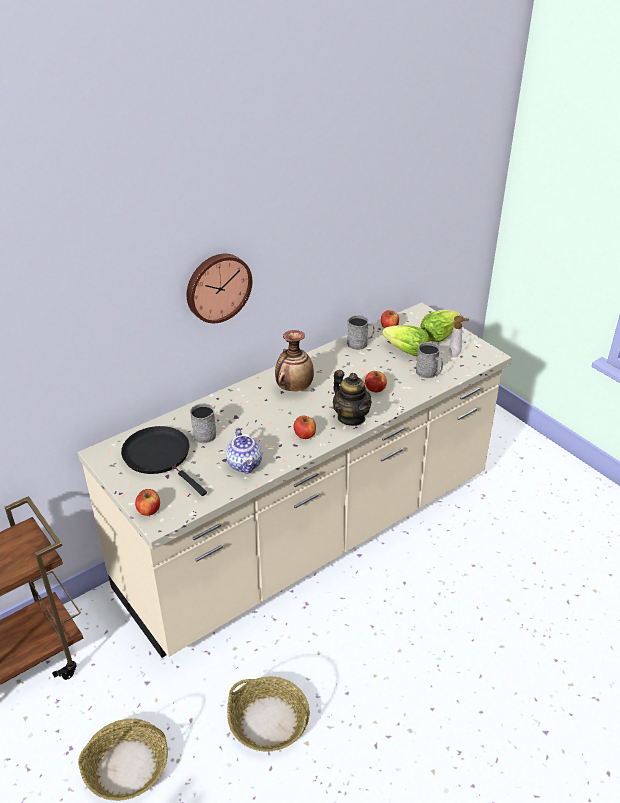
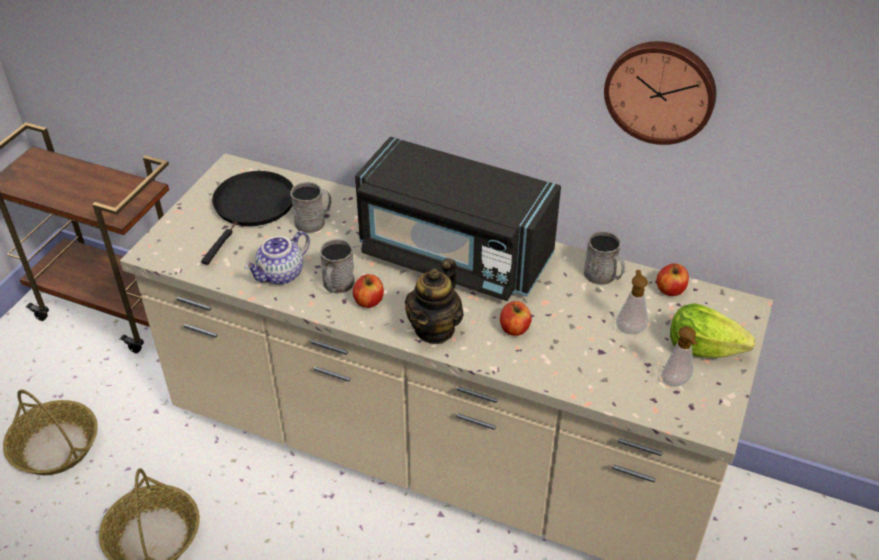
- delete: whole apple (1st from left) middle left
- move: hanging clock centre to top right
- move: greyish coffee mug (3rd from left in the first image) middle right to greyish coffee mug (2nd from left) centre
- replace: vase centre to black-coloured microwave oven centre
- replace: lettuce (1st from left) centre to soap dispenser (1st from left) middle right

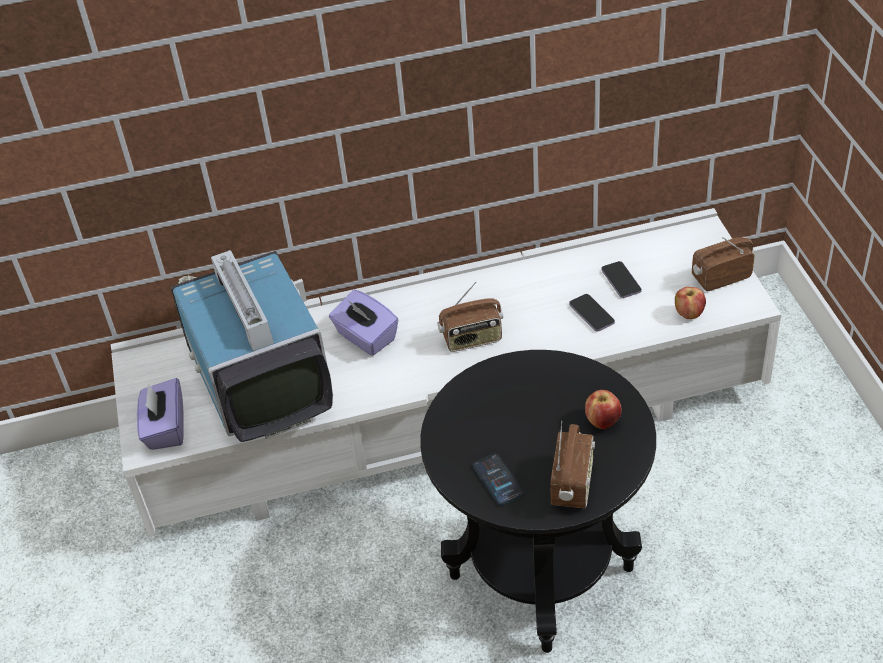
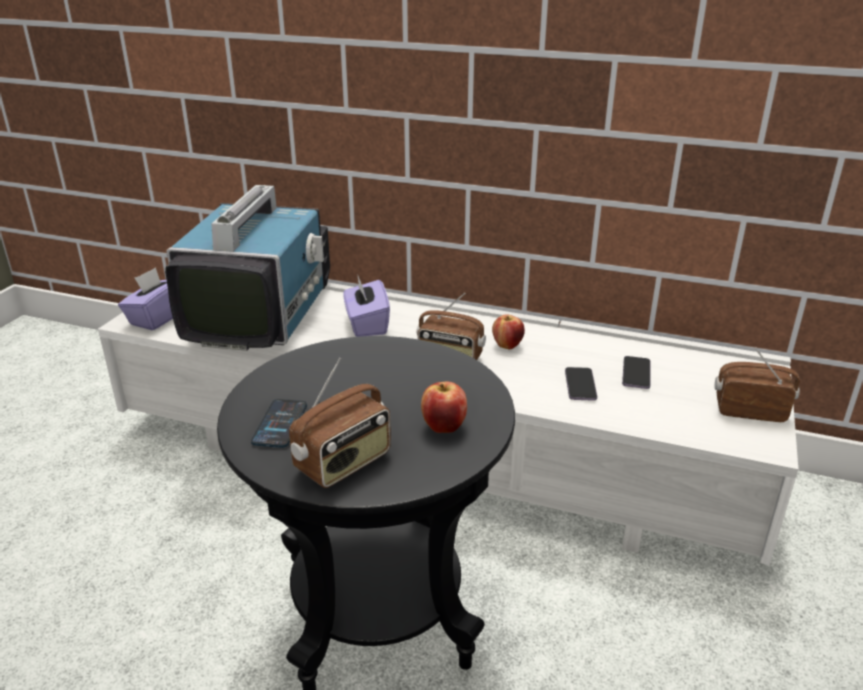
- move: whole apple (2nd from left) middle right to centre

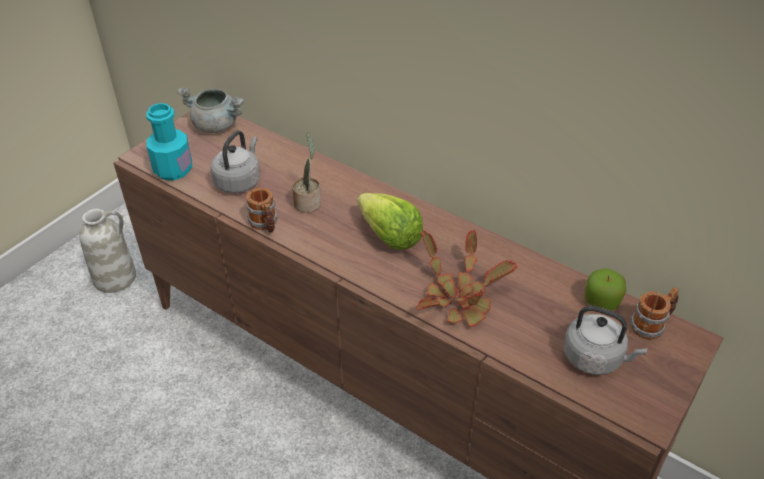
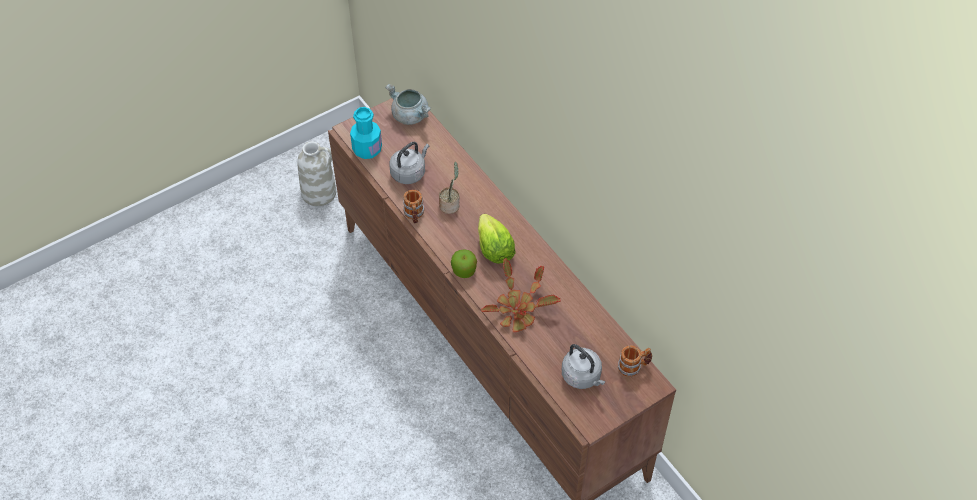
- move: whole apple middle right to centre

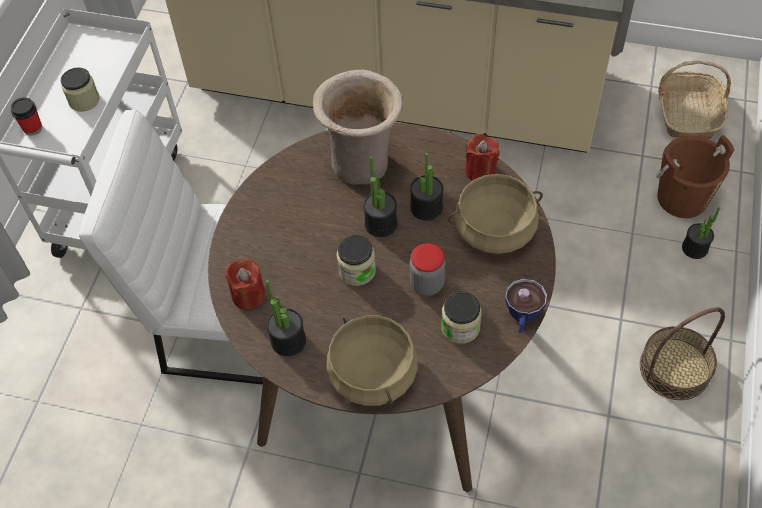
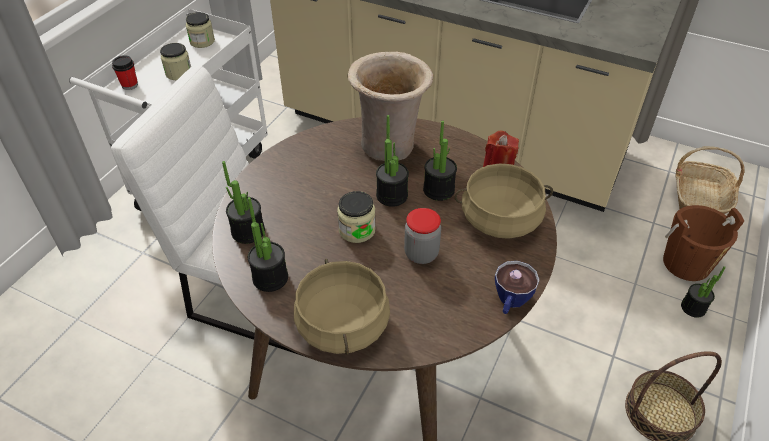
- move: preserve jar (4th from left in the first image) centre to preserve jar (2nd from left) top left
- replace: red-coloured candle (1st from left) middle left to plant in a pot (1st from left) middle left

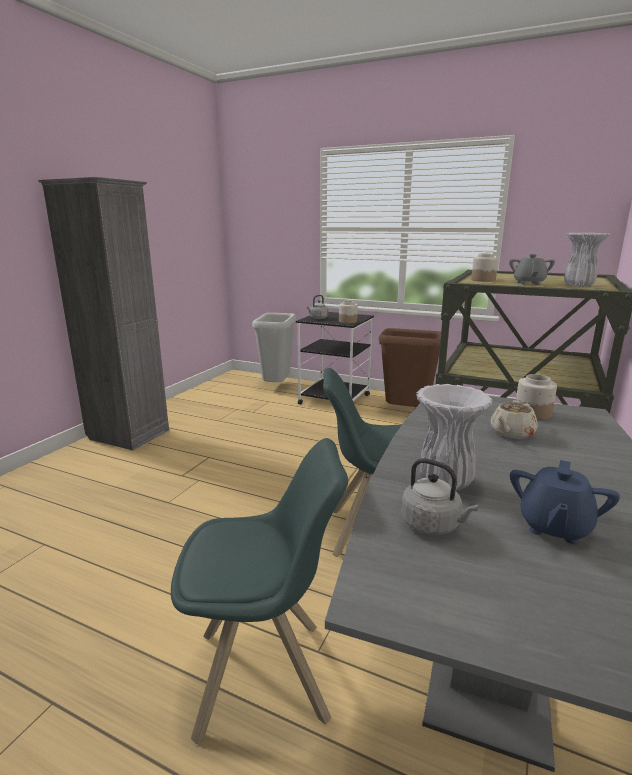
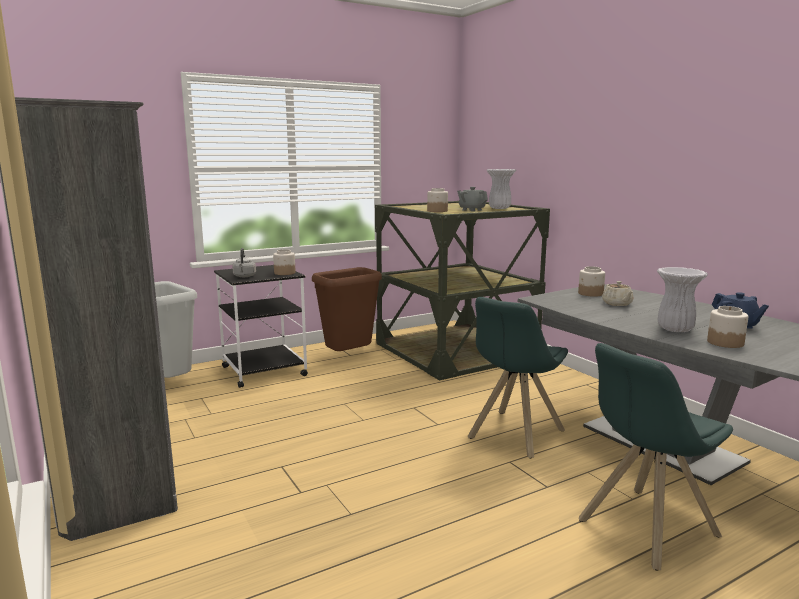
- replace: greyish tea kettle (2nd from left) middle right to preserve jar (4th from left) middle right
- rotate: blue-green chair (1st from left in the first image) bottom centre = bottom right 150 degrees counterclockwise

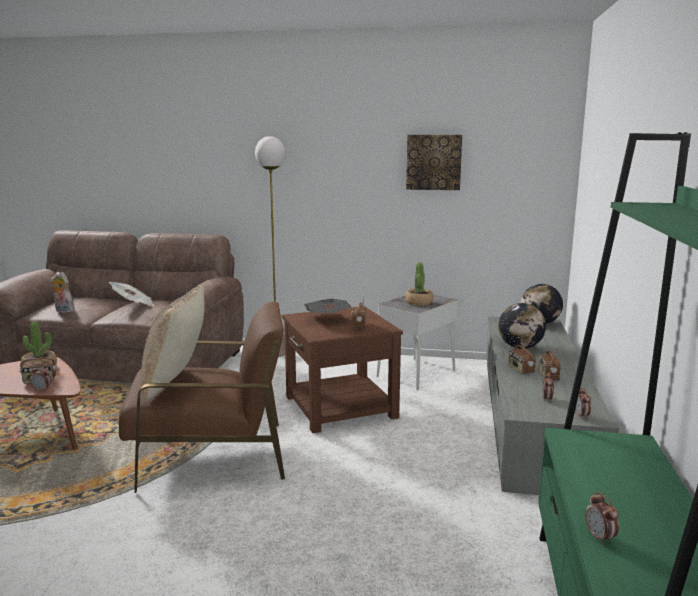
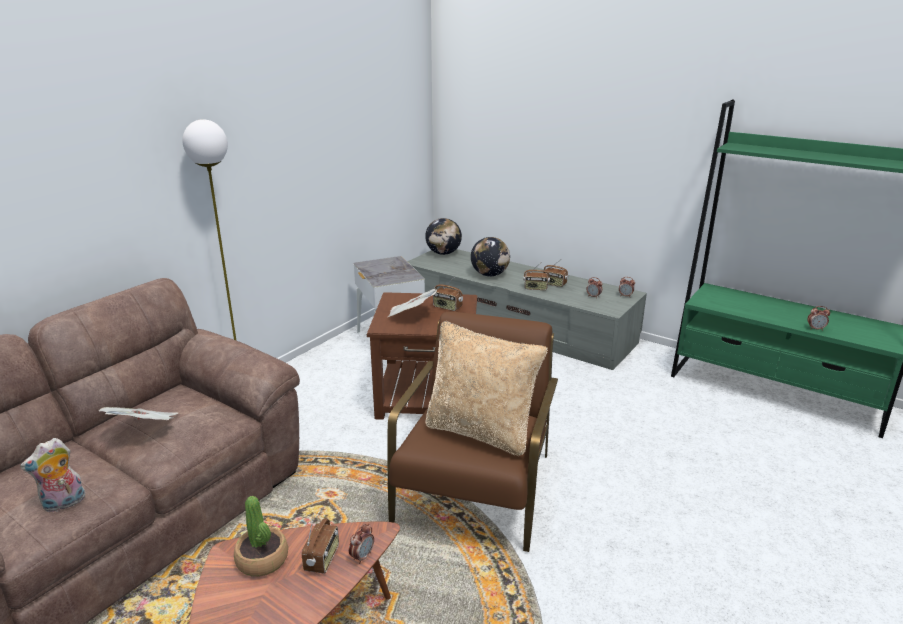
- delete: plant in a pot (2nd from left) centre
- delete: wall picture top centre

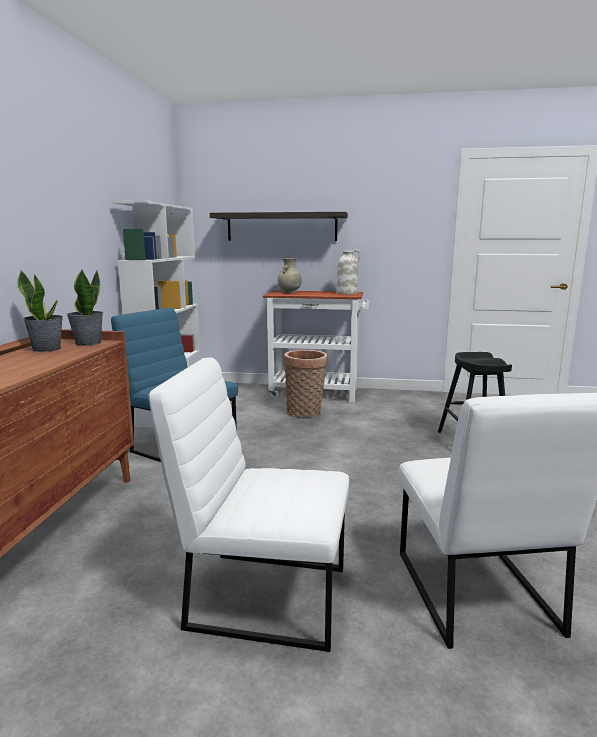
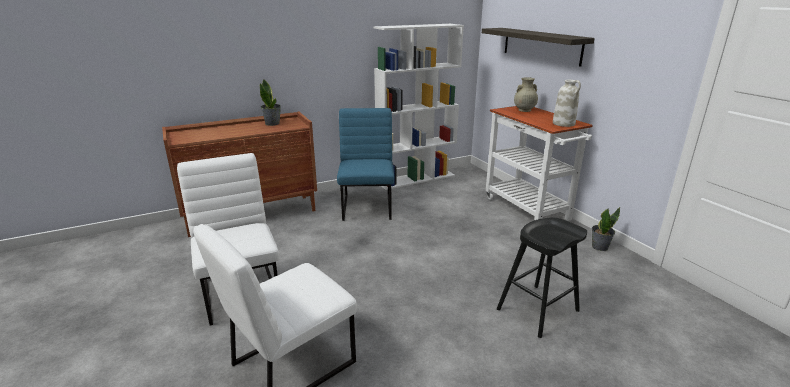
- delete: storage basket centre
- move: plant in a pot (2nd from left) middle left to middle right

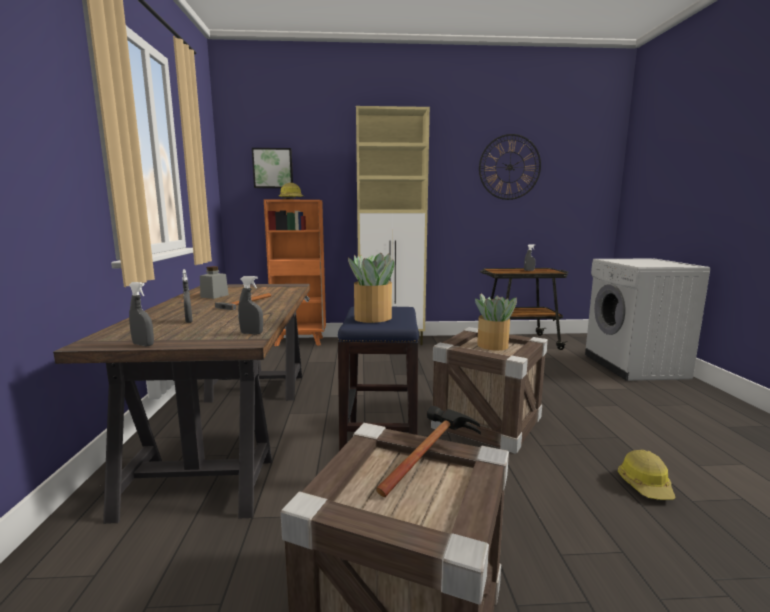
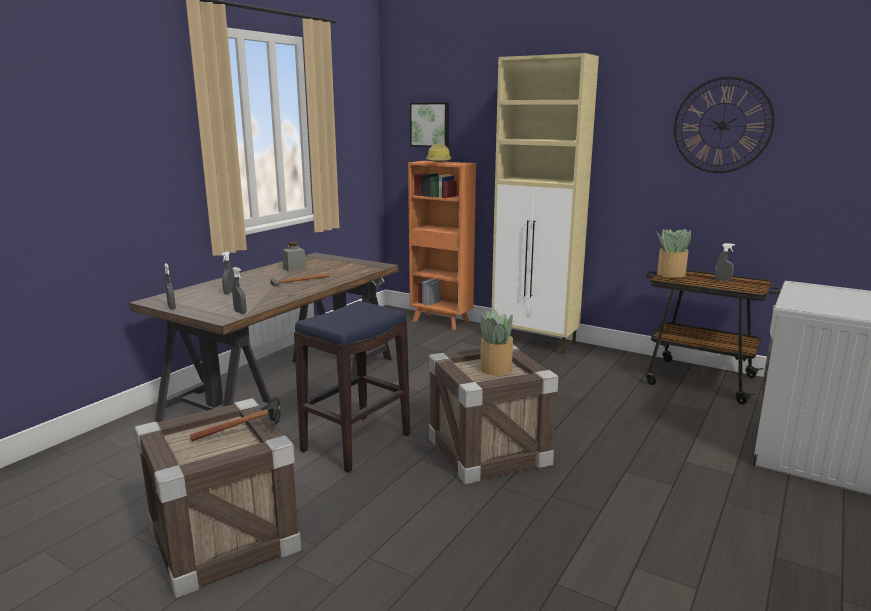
- delete: work helmet (2nd from left) bottom right
- move: plant in a pot (1st from left in the first image) centre to plant in a pot (2nd from left) middle right

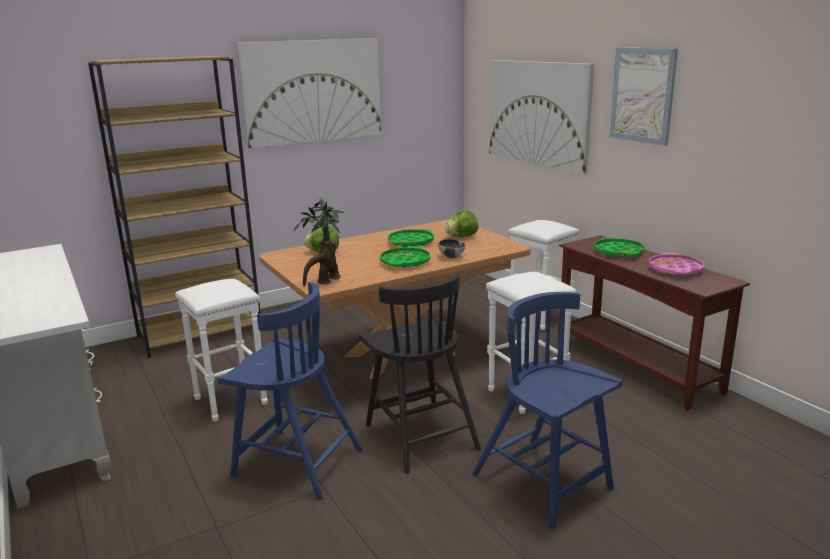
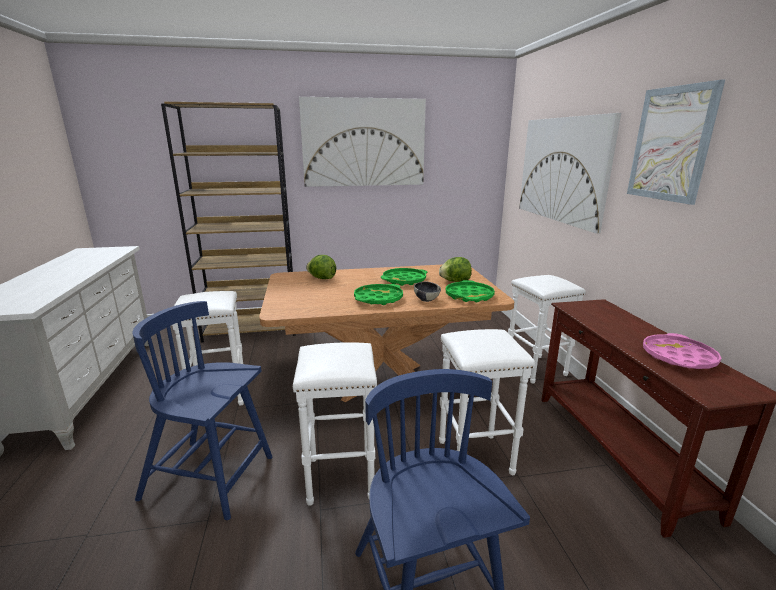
- delete: plant in a pot centre
- move: greenish tray (3rd from left) middle right to centre
- replace: black-coloured chair centre to whitish stool (2nd from left) bottom centre
- rotate: bluish chair (1st from left) bottom centre = bottom left 150 degrees clockwise

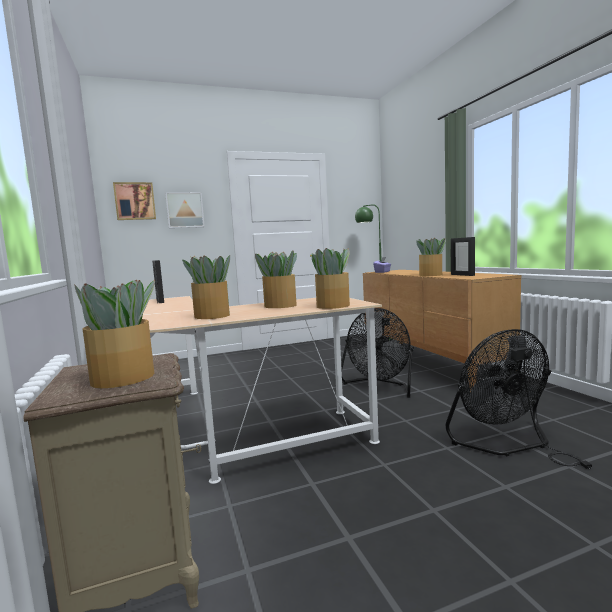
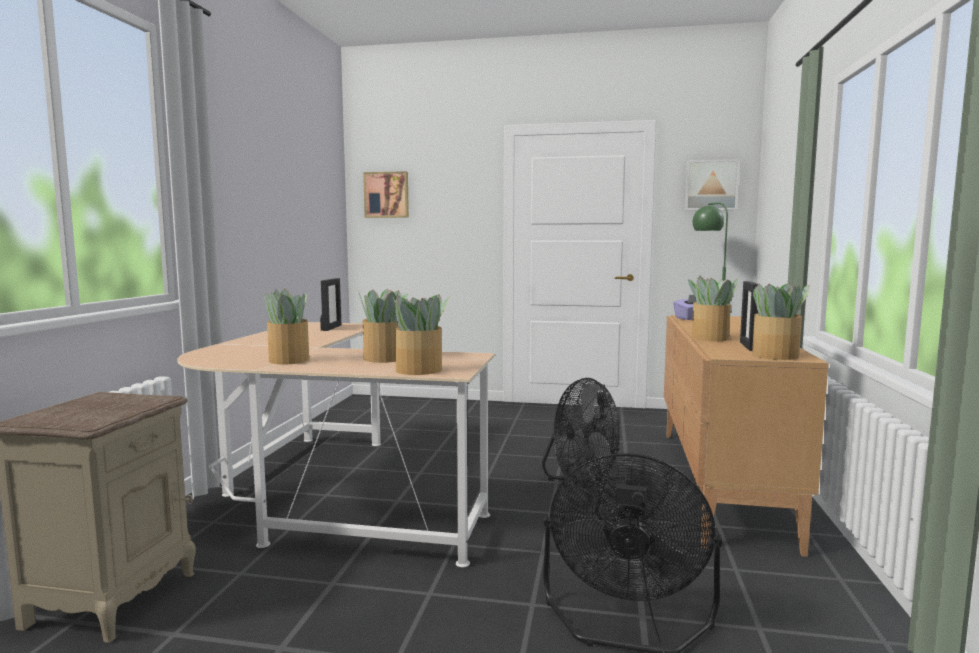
- move: plant in a pot (1st from left in the first image) middle left to plant in a pot (5th from left) middle right
- move: wall picture (2nd from left) middle left to top right

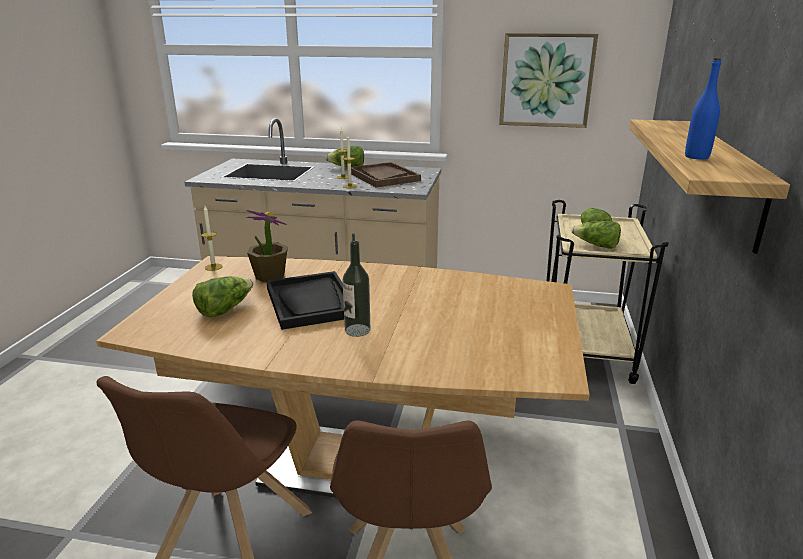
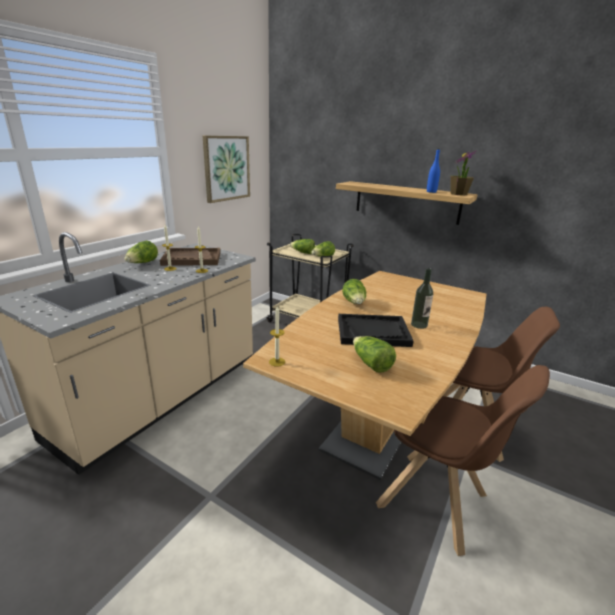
- insert: lettuce (4th from left) centre
- move: plant in a pot middle left to top right

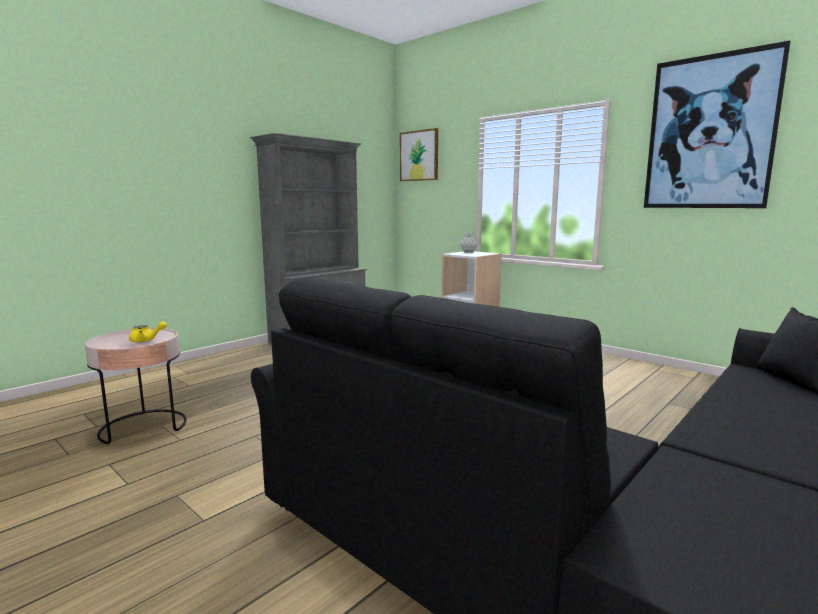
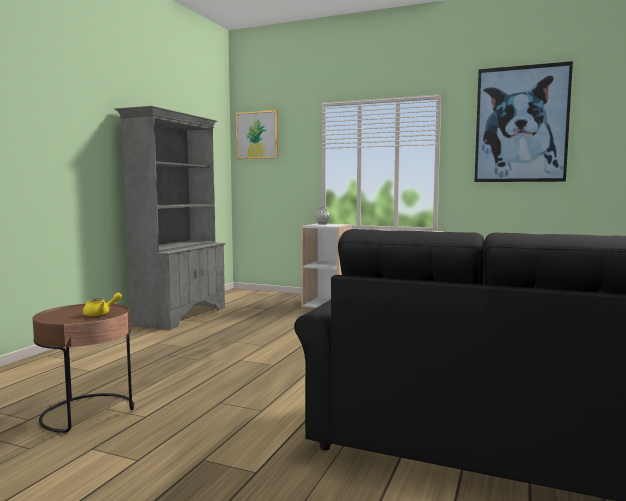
- recolor: pink-coloured side table middle left to brown side table bottom left

